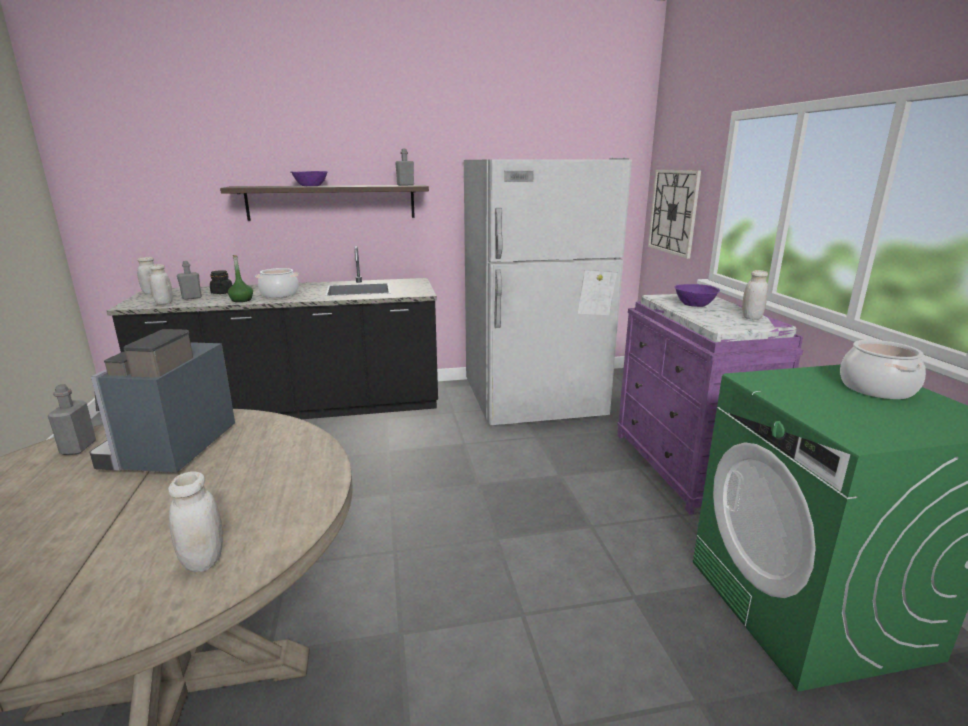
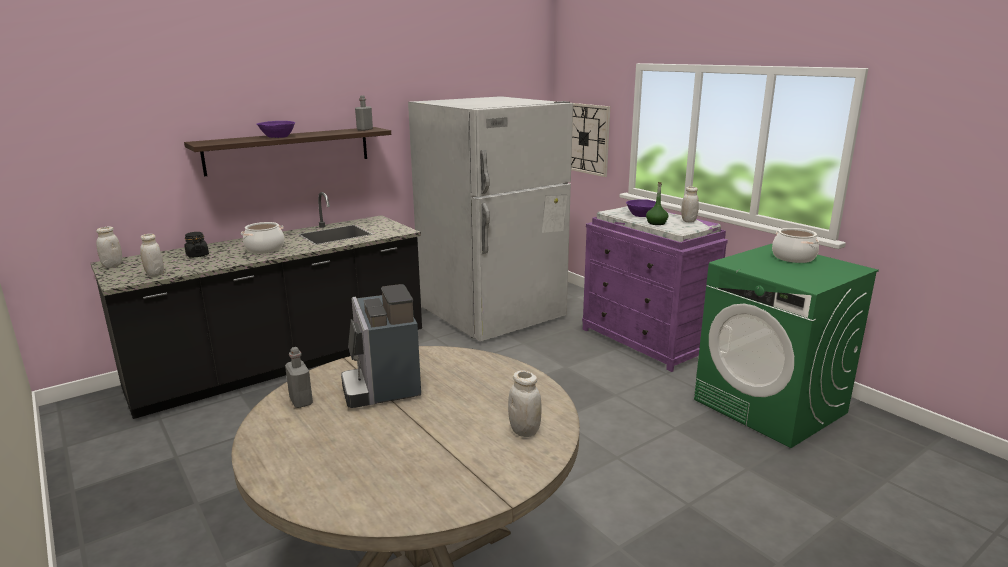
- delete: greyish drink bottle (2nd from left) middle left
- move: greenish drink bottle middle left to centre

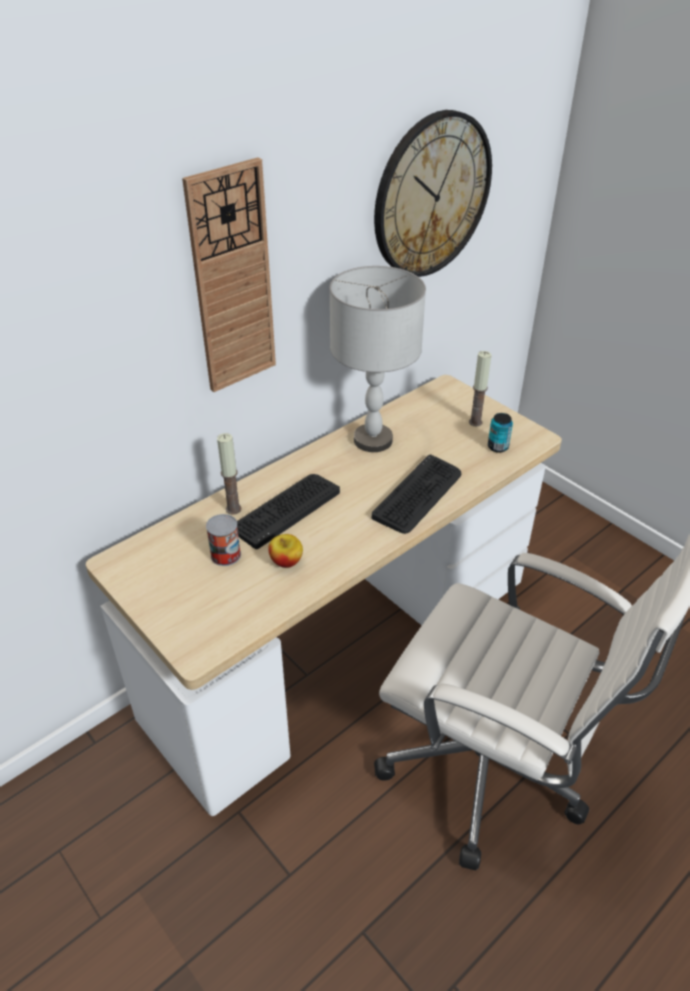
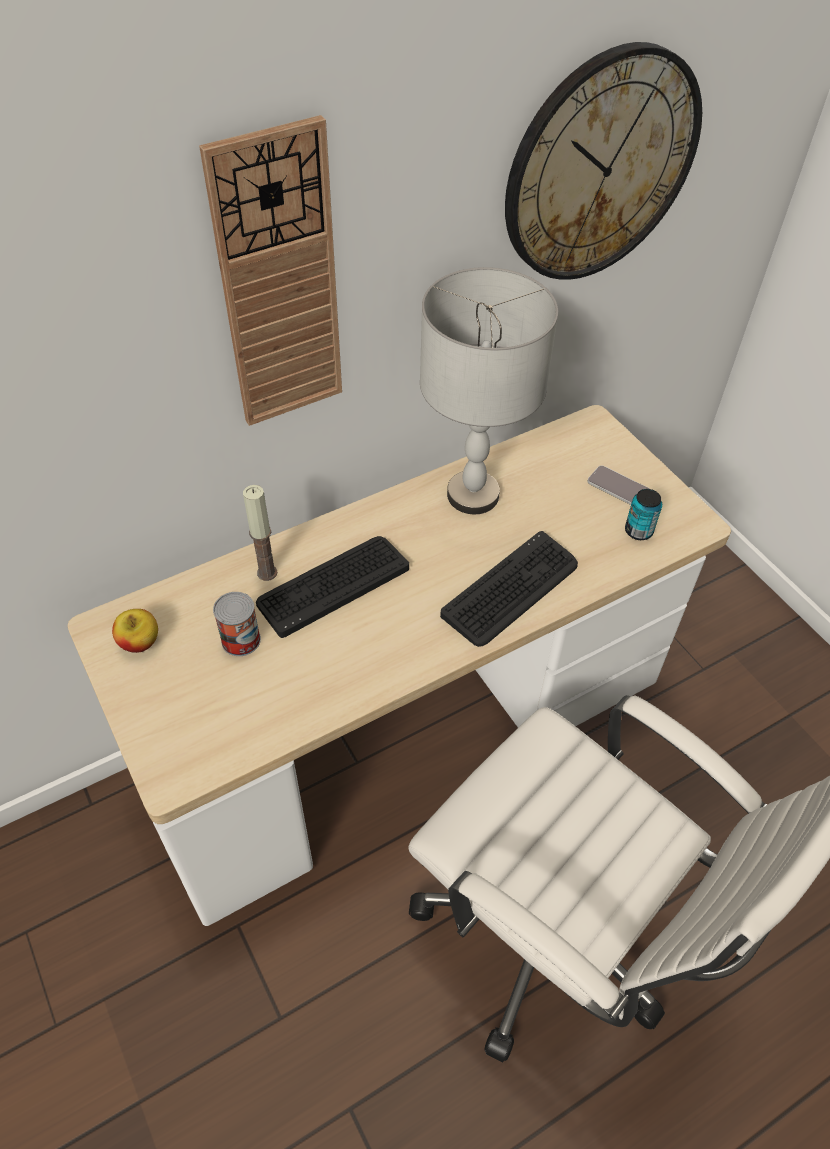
- move: whole apple centre to middle left
- replace: candle (2nd from left) middle right to handset middle right

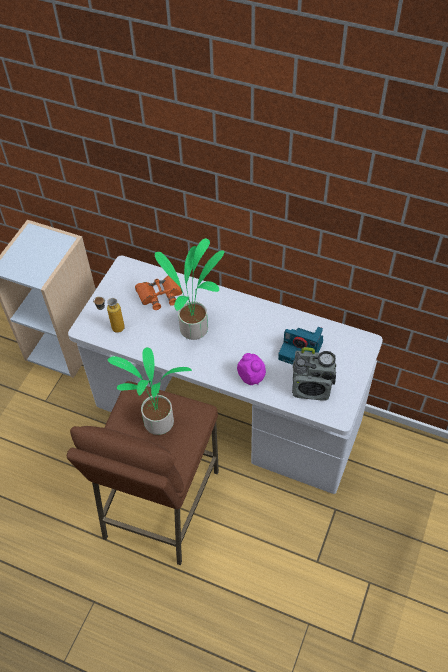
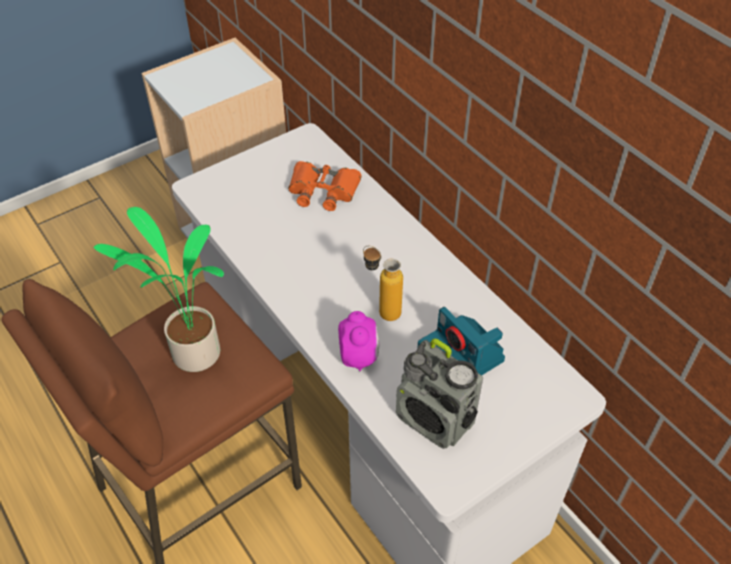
- delete: plant in a pot (2nd from left) centre
- move: drink bottle middle left to centre

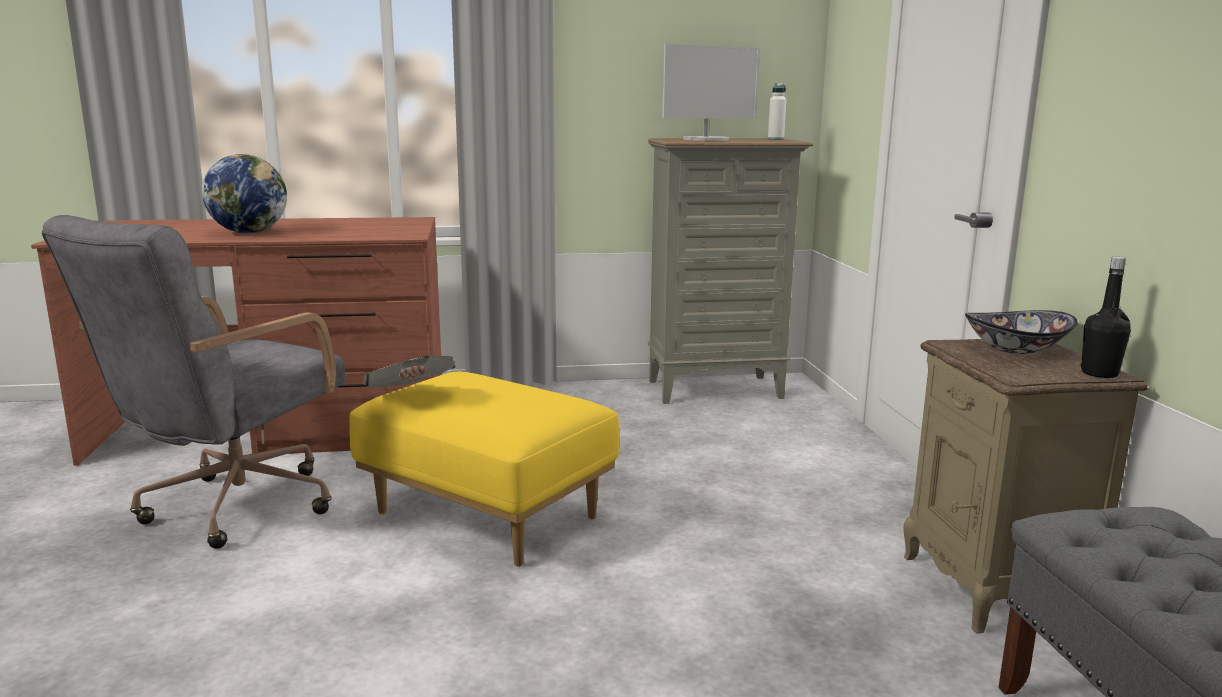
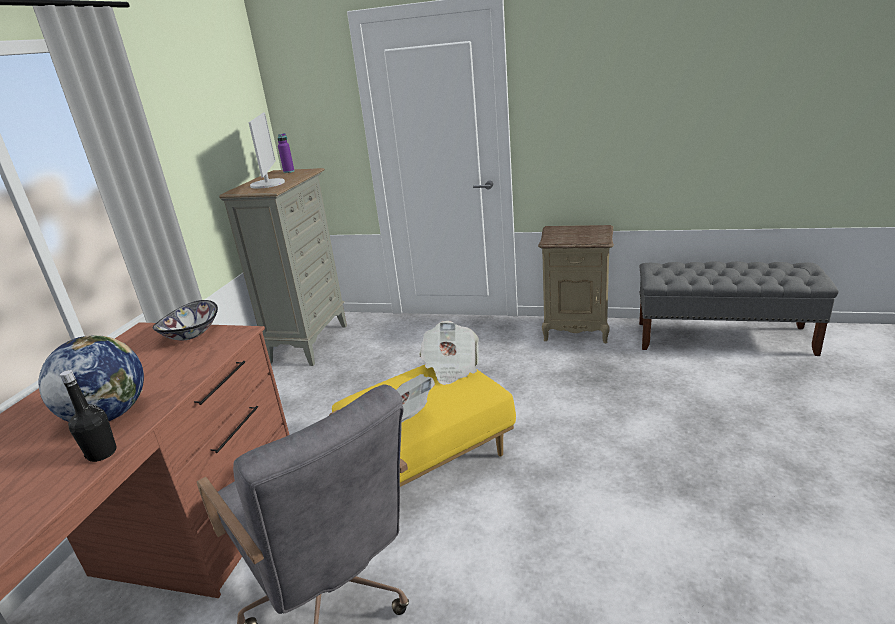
- insert: printed paper (2nd from left) centre
- move: bowl middle right to middle left
- move: black-coloured drink bottle middle right to bottom left
- recolor: whitish drink bottle top centre to purple drink bottle top left

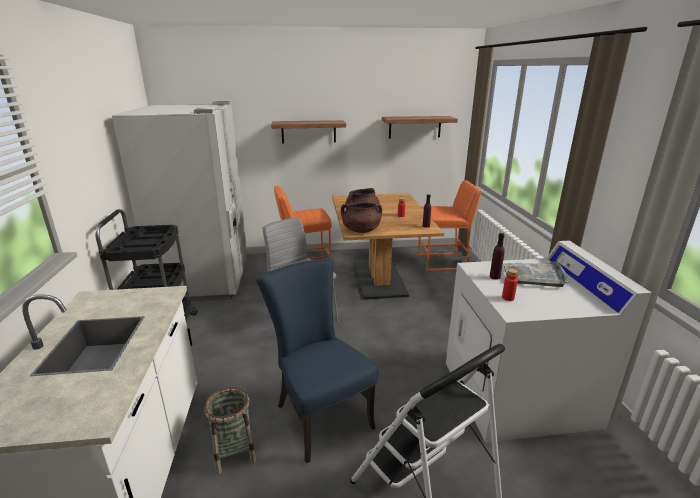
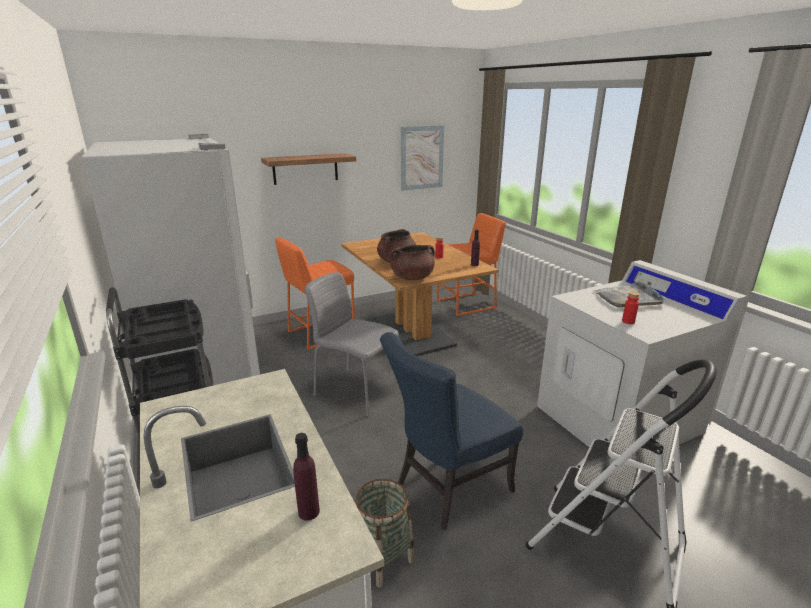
- move: purple drink bottle (2nd from left in the first image) middle right to purple drink bottle (1st from left) bottom centre
- replace: shelf (2nd from left) top centre to wall picture top centre
- rotate: bluish chair bottom centre = bottom centre 75 degrees counterclockwise

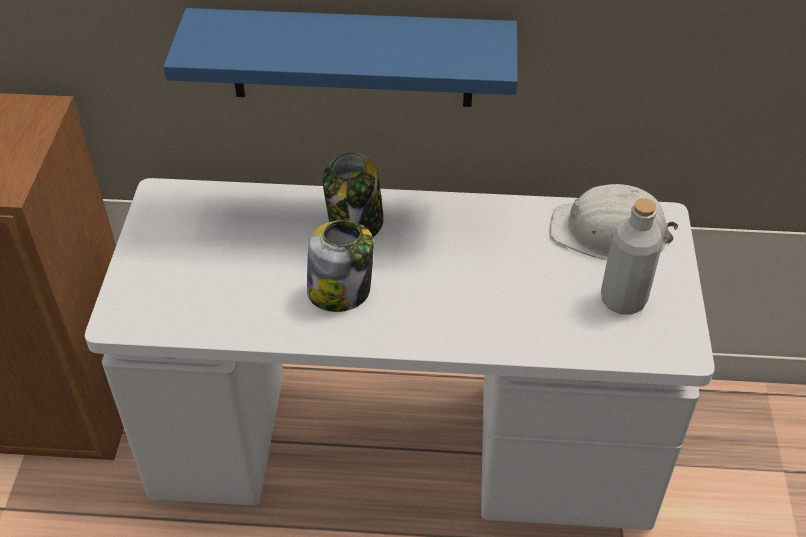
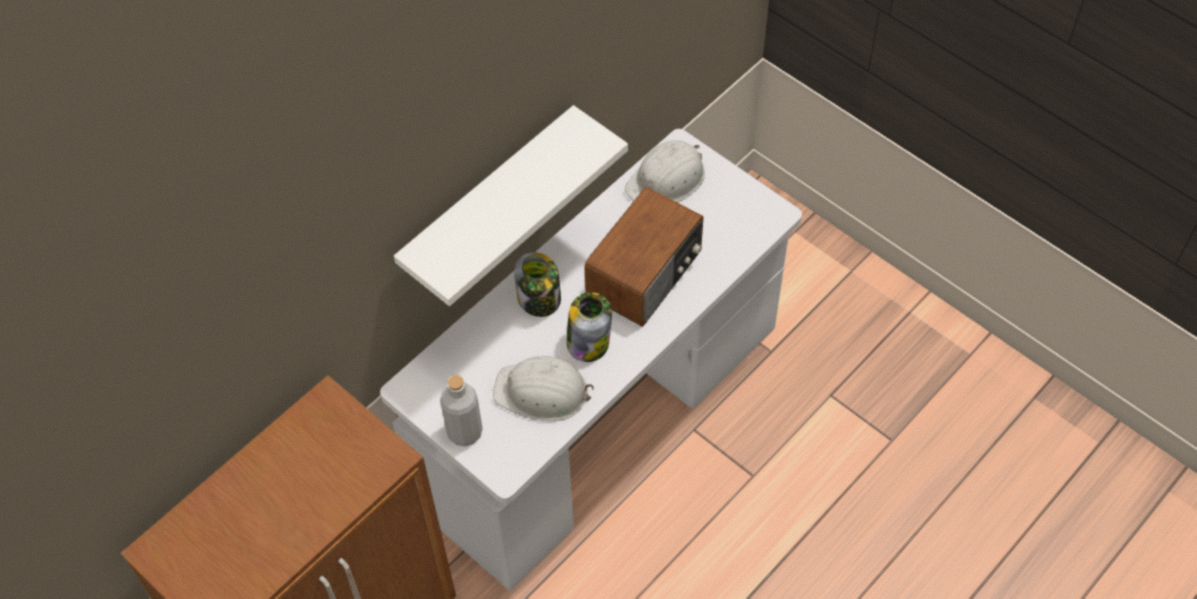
- insert: whitish work helmet (1st from left) centre
- insert: radio receiver centre
- move: greyish drink bottle middle right to bottom centre
- recolor: bluish shelf top centre to whitish shelf centre

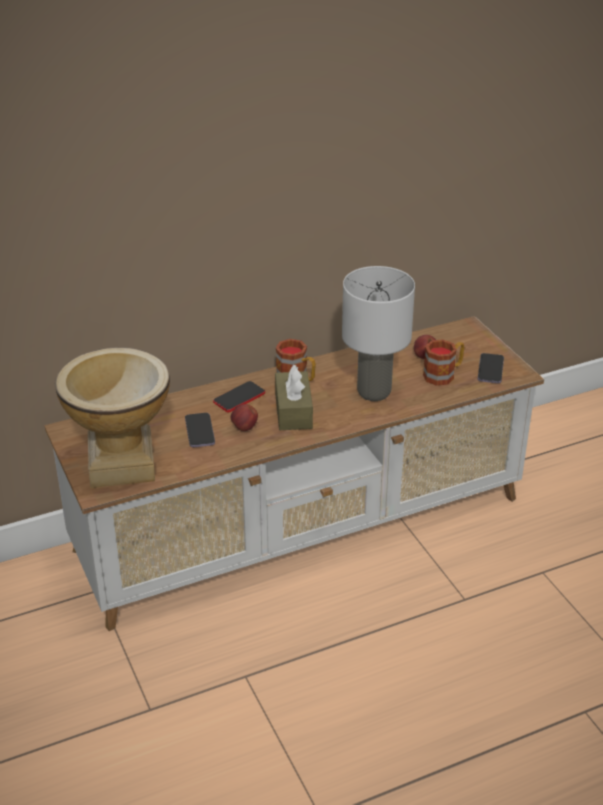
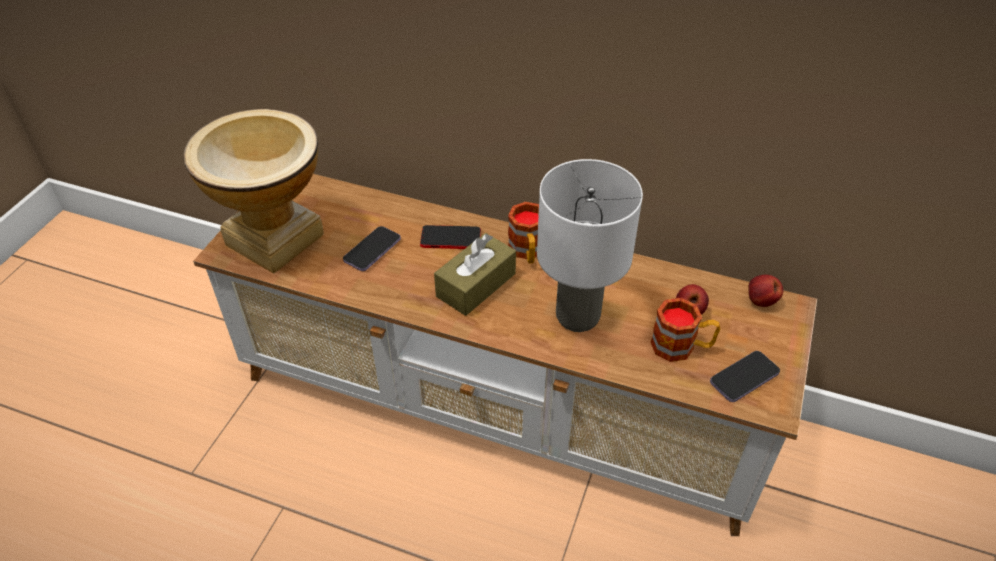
- move: whole apple (1st from left in the first image) centre to whole apple (2nd from left) middle right

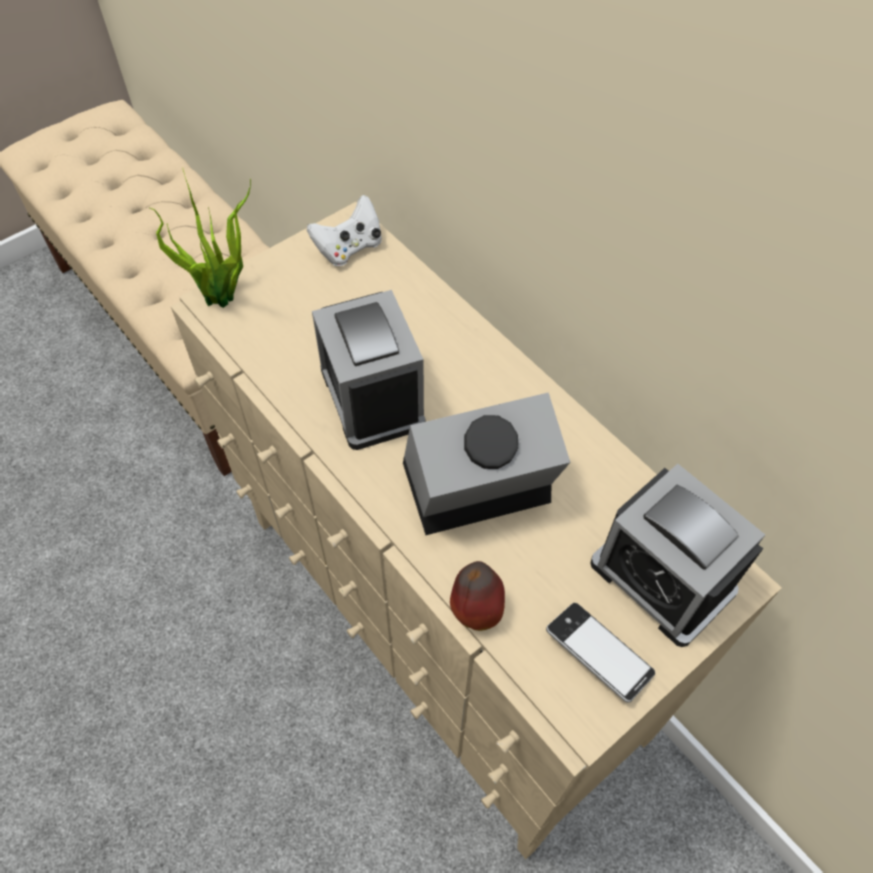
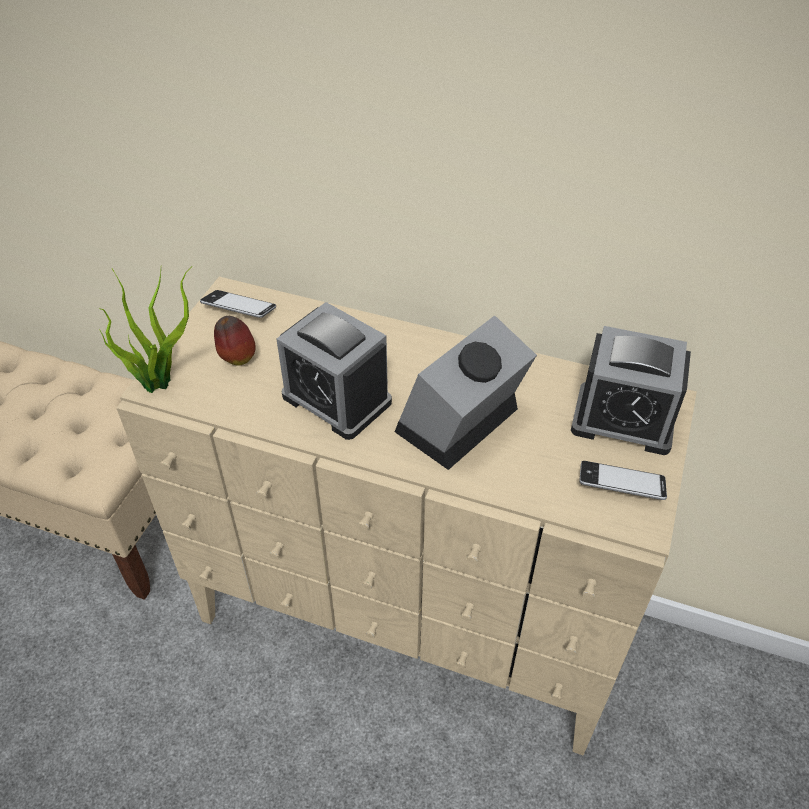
- move: whole apple bottom centre to middle left
- replace: whitish joypad top centre to handset (1st from left) middle left

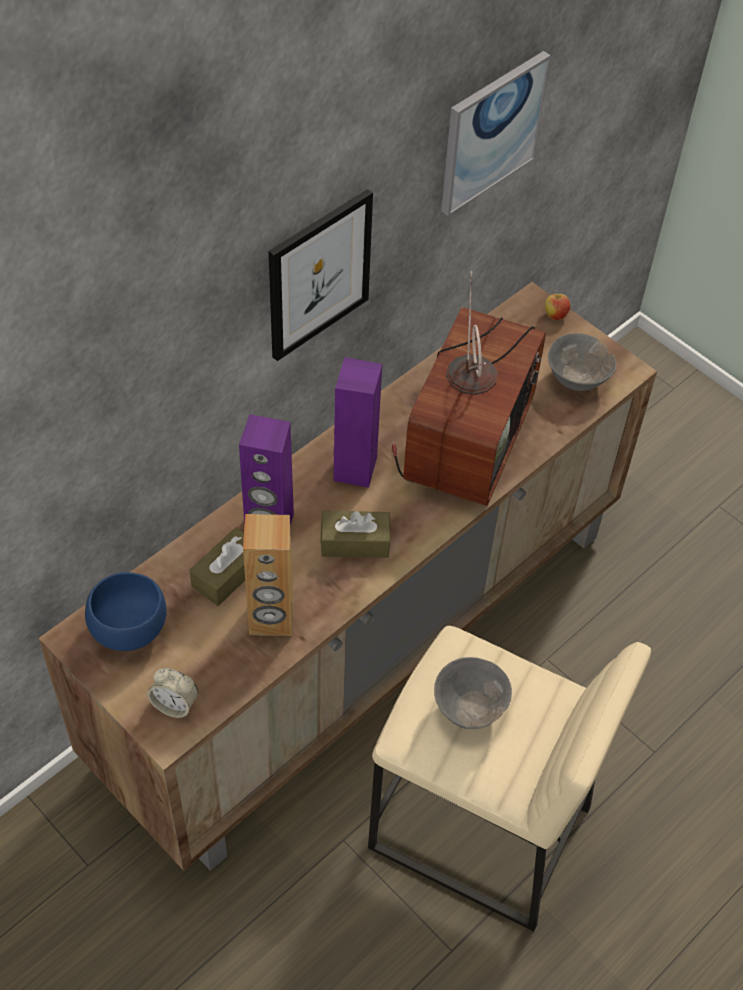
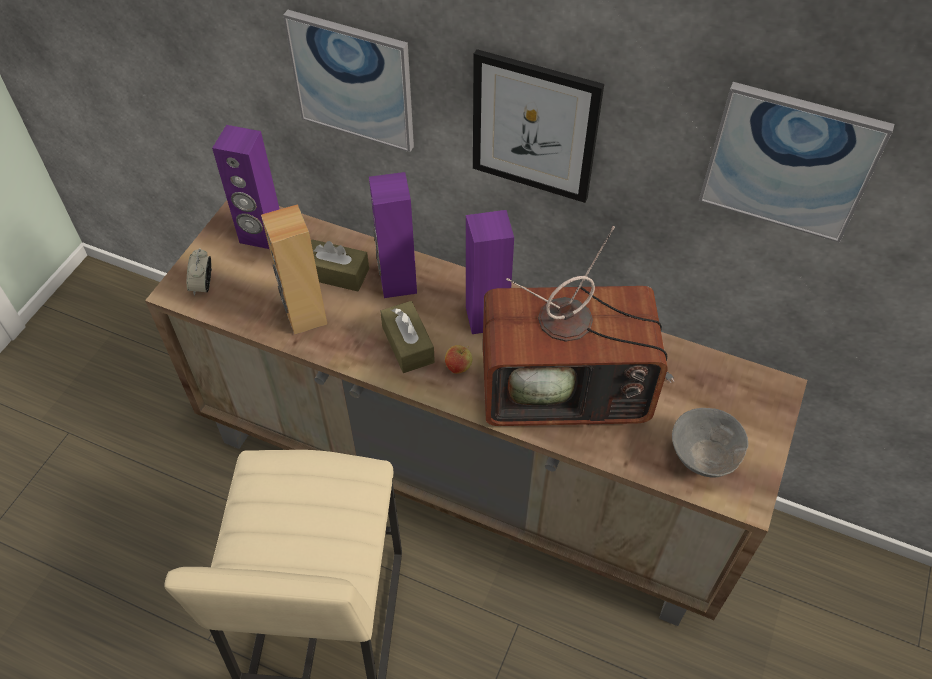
- delete: greyish bowl (1st from left) bottom centre
- insert: wall picture (1st from left) top centre
- move: whole apple top right to centre
- replace: bluish bowl middle left to purple speaker (1st from left) top left

